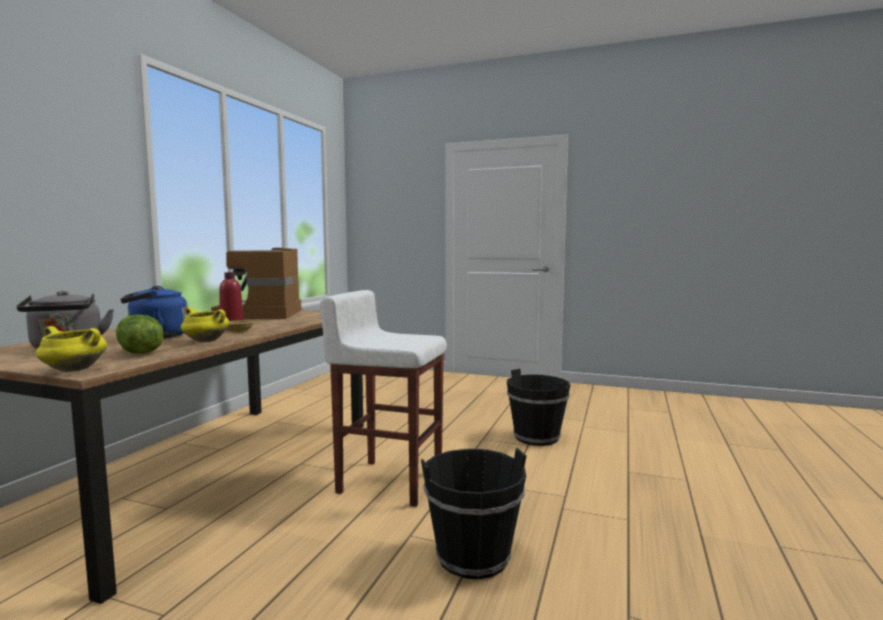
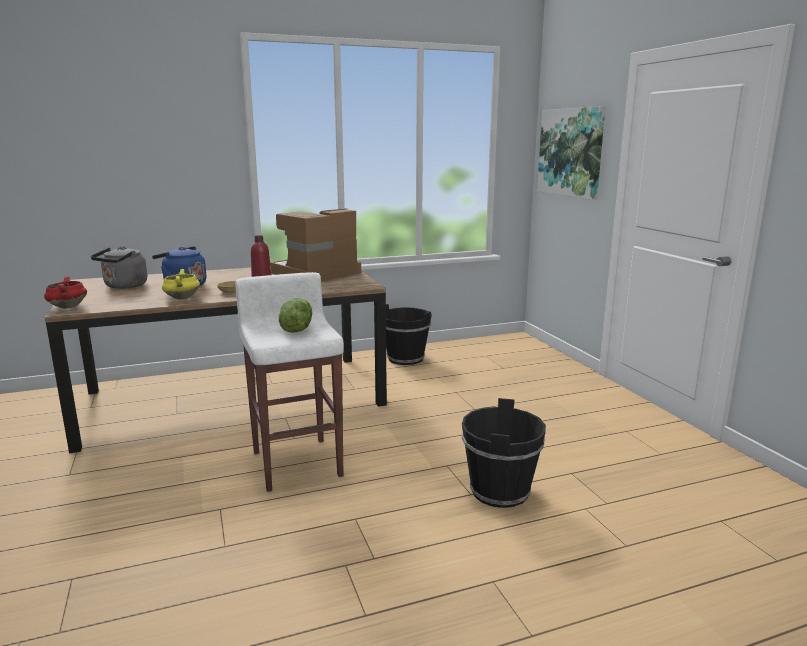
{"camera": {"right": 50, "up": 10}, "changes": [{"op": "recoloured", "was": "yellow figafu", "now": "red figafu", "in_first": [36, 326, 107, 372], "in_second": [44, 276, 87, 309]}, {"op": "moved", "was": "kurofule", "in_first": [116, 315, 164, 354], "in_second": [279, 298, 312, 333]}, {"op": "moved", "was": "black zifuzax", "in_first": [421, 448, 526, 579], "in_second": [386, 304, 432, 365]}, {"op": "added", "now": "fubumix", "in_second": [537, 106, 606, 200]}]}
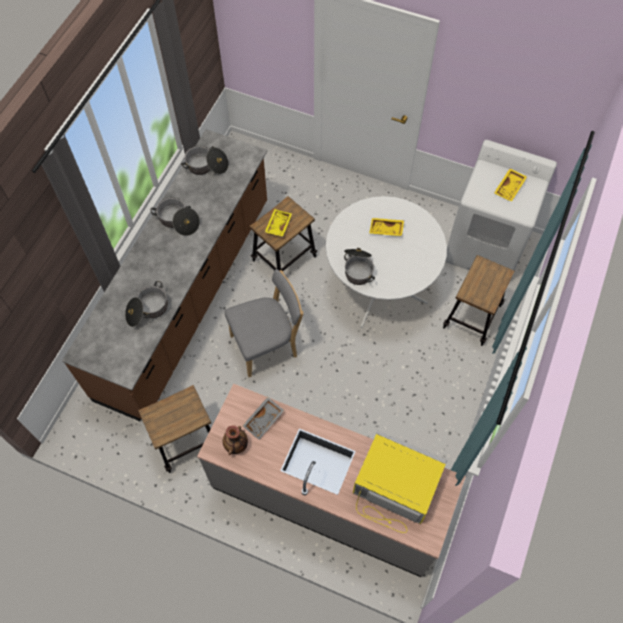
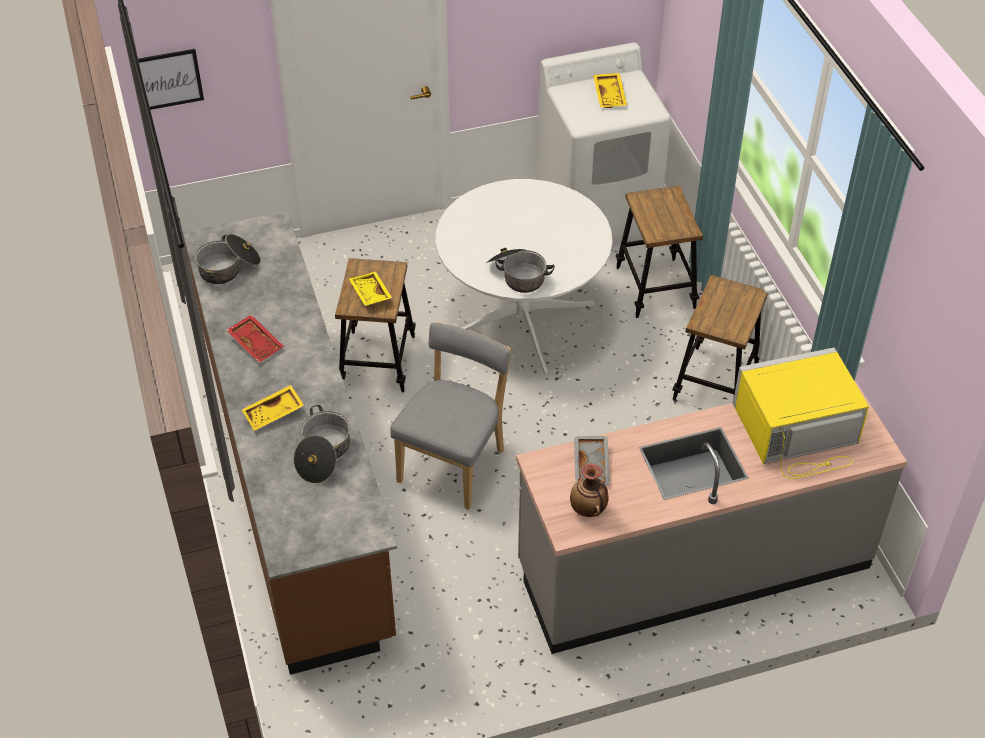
{"camera": {"right": -40, "up": -15}, "changes": [{"op": "moved", "was": "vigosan", "in_first": [138, 385, 211, 473], "in_second": [672, 275, 768, 401]}, {"op": "replaced", "was": "figafu", "now": "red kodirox", "in_first": [150, 197, 200, 236], "in_second": [227, 315, 284, 363]}, {"op": "moved", "was": "yellow kodirox", "in_first": [369, 218, 404, 236], "in_second": [242, 385, 304, 431]}, {"op": "added", "now": "fubumix", "in_second": [138, 49, 204, 110]}]}
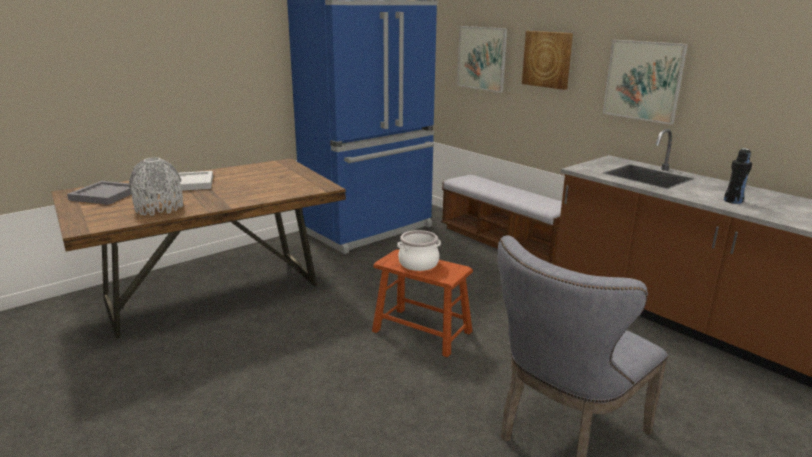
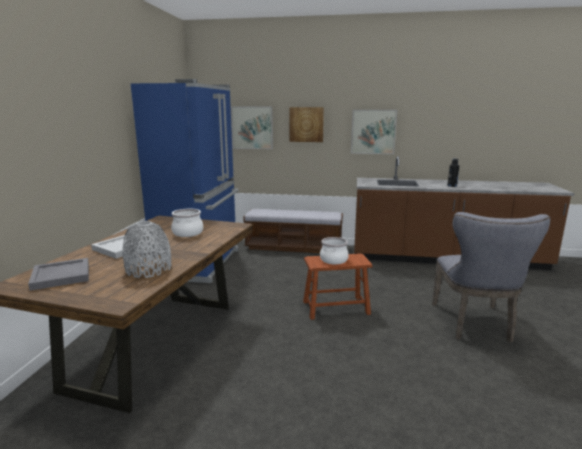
{"camera": {"right": -40, "up": -5}, "changes": [{"op": "added", "now": "figafu", "in_second": [171, 209, 203, 237]}]}
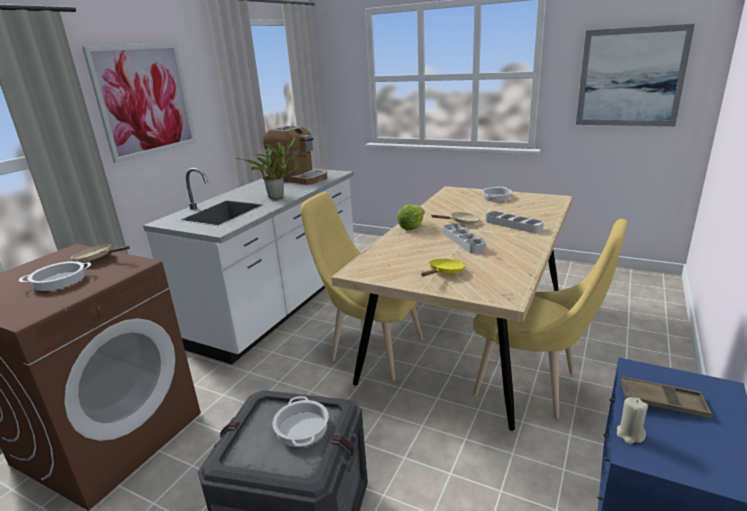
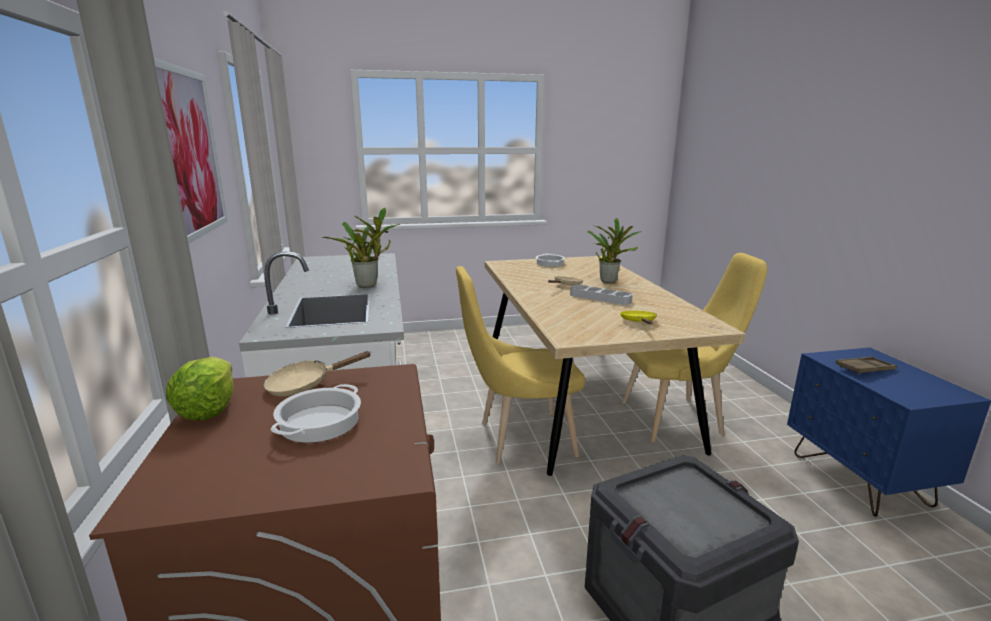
{"camera": {"right": -40, "up": -5}, "changes": [{"op": "removed", "was": "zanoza", "in_first": [263, 126, 327, 185]}, {"op": "removed", "was": "figafu", "in_first": [272, 396, 329, 447]}, {"op": "moved", "was": "kurofule", "in_first": [397, 205, 425, 230], "in_second": [166, 357, 234, 421]}, {"op": "replaced", "was": "grey kodirox", "now": "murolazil", "in_first": [485, 211, 544, 233], "in_second": [587, 218, 642, 283]}, {"op": "removed", "was": "fubumix", "in_first": [576, 24, 695, 126]}, {"op": "removed", "was": "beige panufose", "in_first": [617, 397, 648, 444]}]}
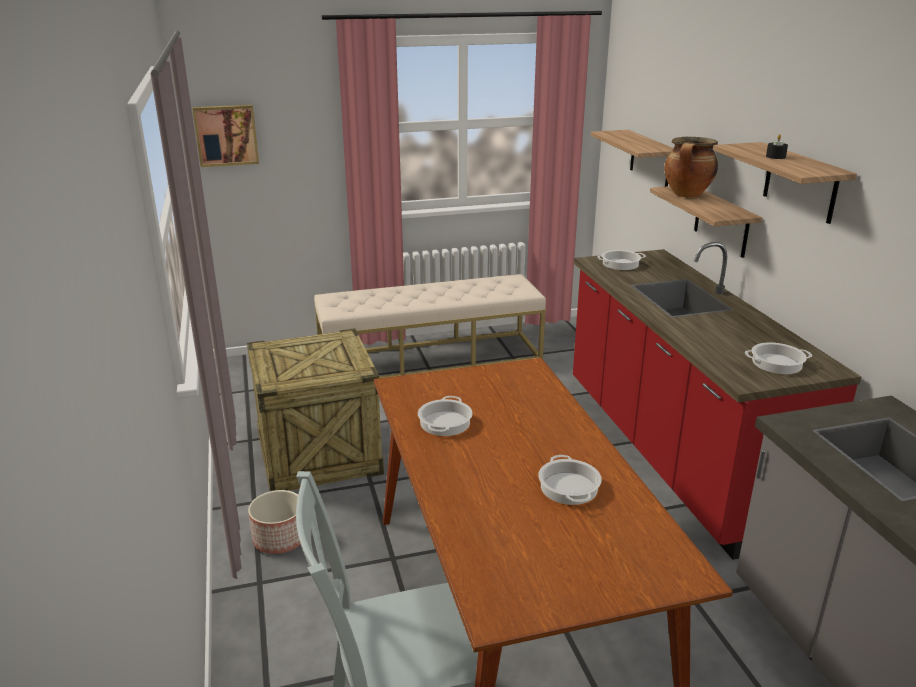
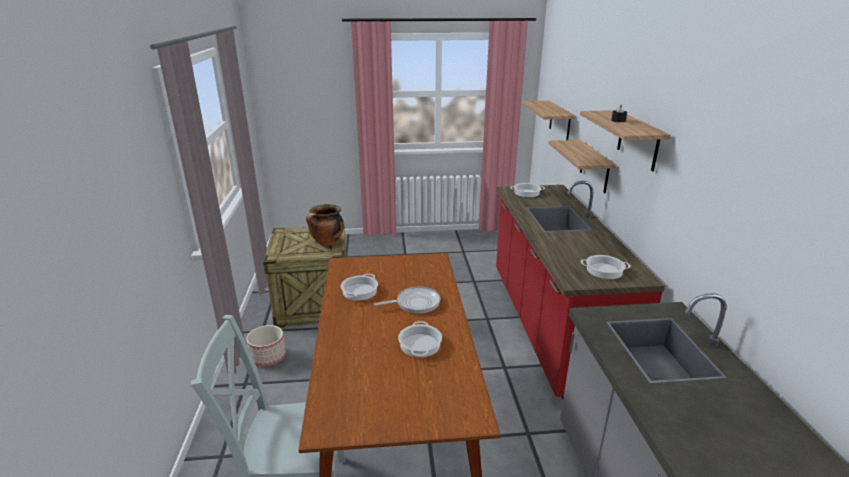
{"camera": {"right": 10, "up": 0}, "changes": [{"op": "removed", "was": "fubumix", "in_first": [192, 105, 259, 167]}, {"op": "removed", "was": "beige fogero", "in_first": [314, 274, 546, 378]}, {"op": "moved", "was": "figafu", "in_first": [664, 137, 718, 198], "in_second": [306, 204, 344, 246]}, {"op": "added", "now": "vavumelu", "in_second": [374, 287, 440, 314]}]}
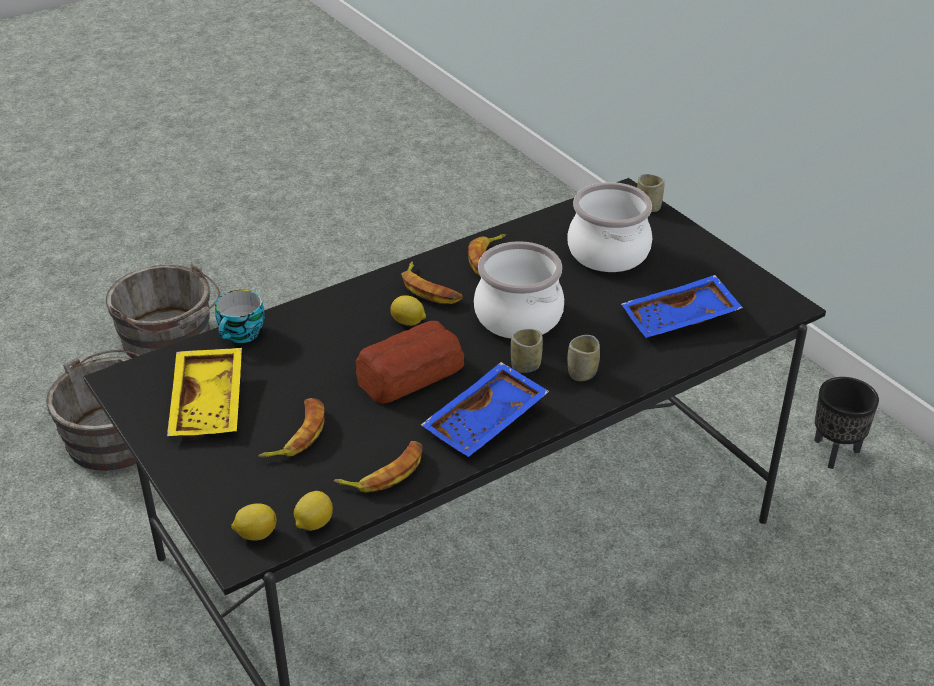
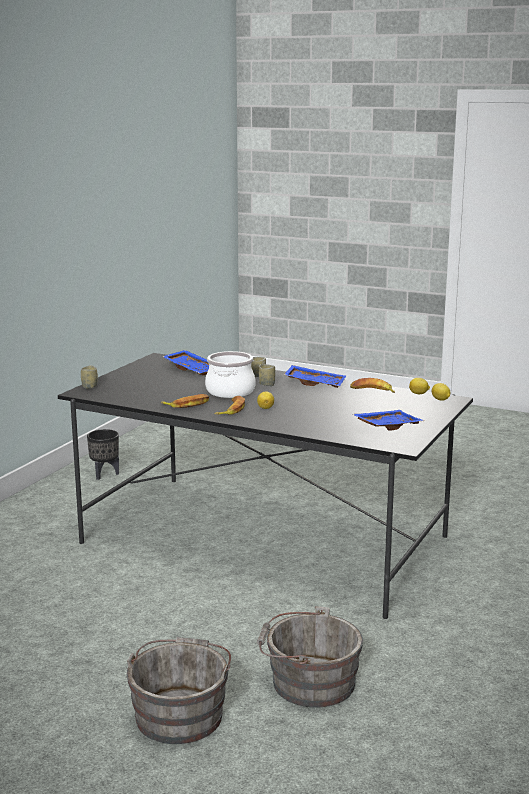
{"camera": {"right": -120, "up": -20}, "changes": [{"op": "recoloured", "was": "yellow kodirox", "now": "blue kodirox", "in_first": [167, 348, 242, 437], "in_second": [353, 410, 424, 431]}, {"op": "removed", "was": "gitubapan", "in_first": [215, 290, 265, 343]}, {"op": "removed", "was": "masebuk", "in_first": [258, 398, 324, 458]}, {"op": "removed", "was": "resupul", "in_first": [355, 321, 464, 404]}, {"op": "removed", "was": "figafu", "in_first": [567, 182, 652, 272]}]}
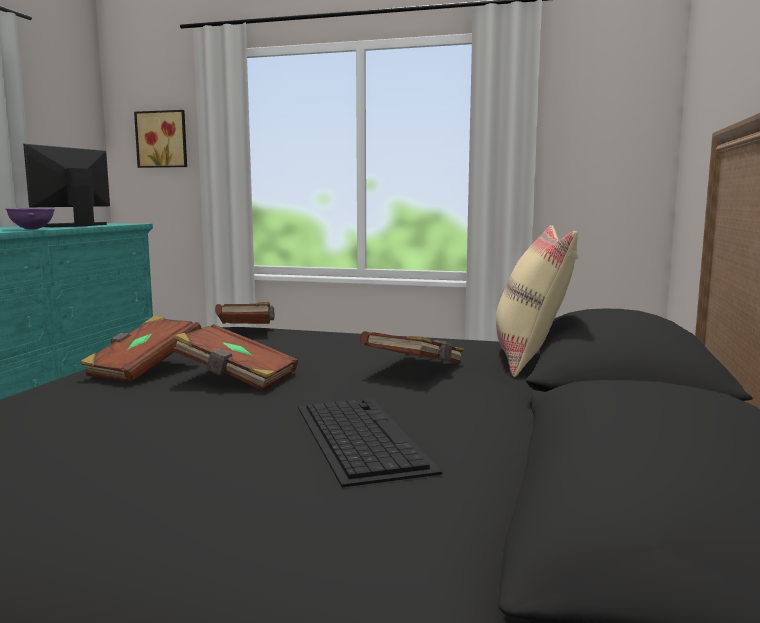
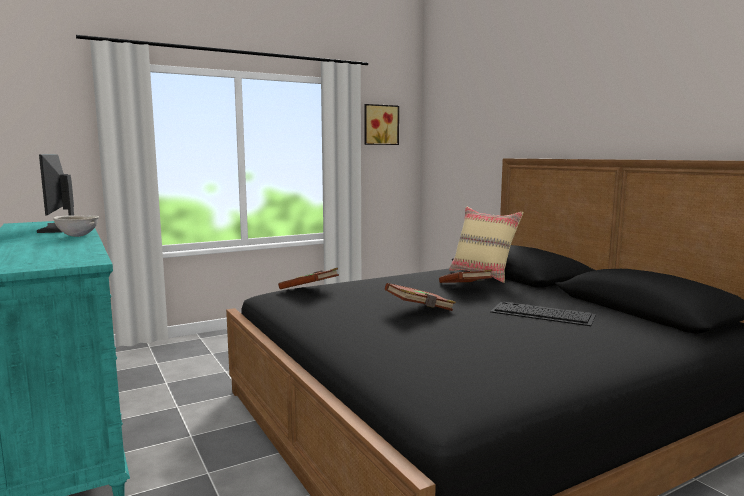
{"camera": {"right": -45, "up": 0}, "changes": [{"op": "recoloured", "was": "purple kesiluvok", "now": "grey kesiluvok", "in_first": [6, 208, 55, 229], "in_second": [53, 215, 99, 237]}, {"op": "removed", "was": "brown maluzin", "in_first": [80, 316, 201, 382]}, {"op": "moved", "was": "fubumix", "in_first": [134, 110, 187, 168], "in_second": [364, 104, 399, 145]}]}
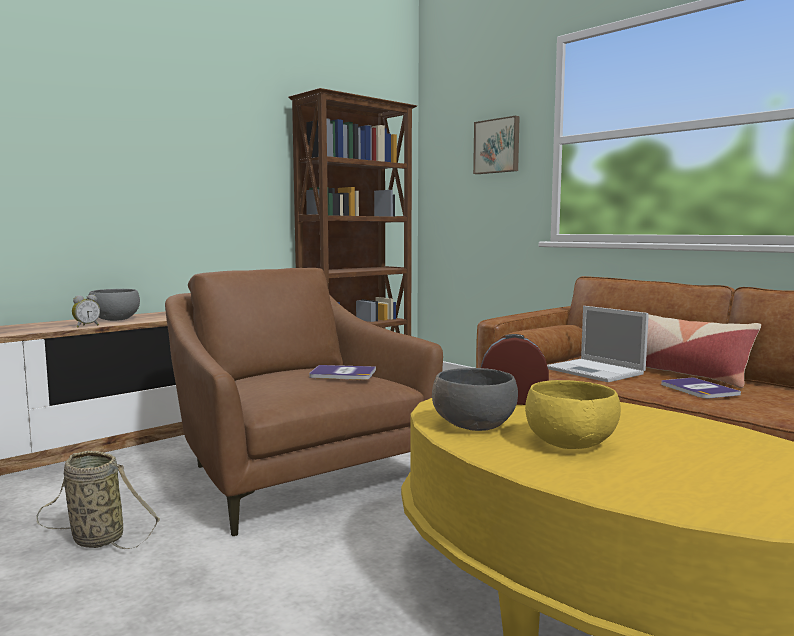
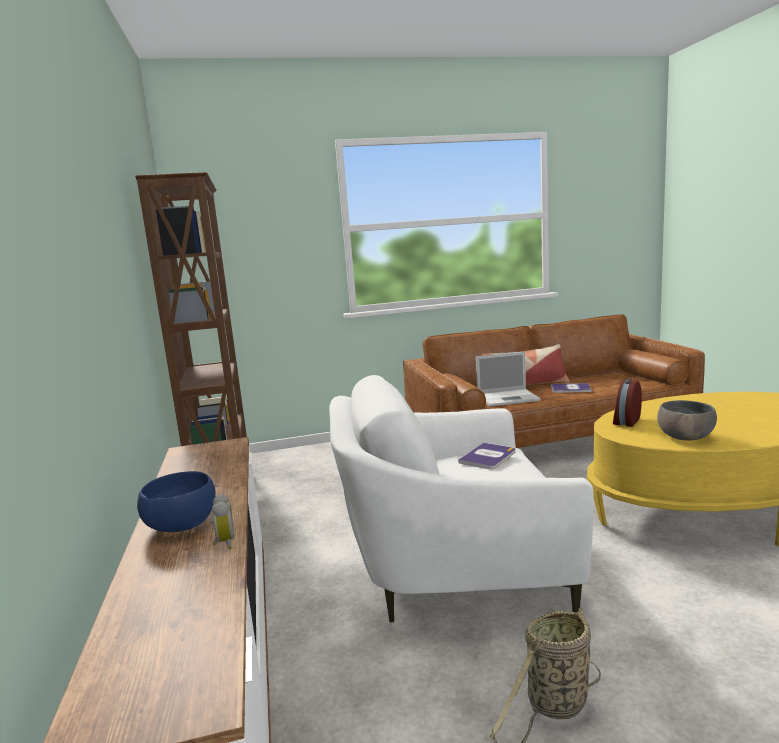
{"camera": {"right": -60, "up": 5}, "changes": [{"op": "recoloured", "was": "grey kesiluvok", "now": "blue kesiluvok", "in_first": [89, 289, 140, 321], "in_second": [137, 471, 216, 532]}, {"op": "recoloured", "was": "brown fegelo", "now": "white fegelo", "in_first": [165, 268, 443, 536], "in_second": [329, 375, 594, 622]}, {"op": "removed", "was": "fubumix", "in_first": [473, 116, 520, 174]}, {"op": "removed", "was": "yellow kesiluvok", "in_first": [525, 380, 621, 449]}]}
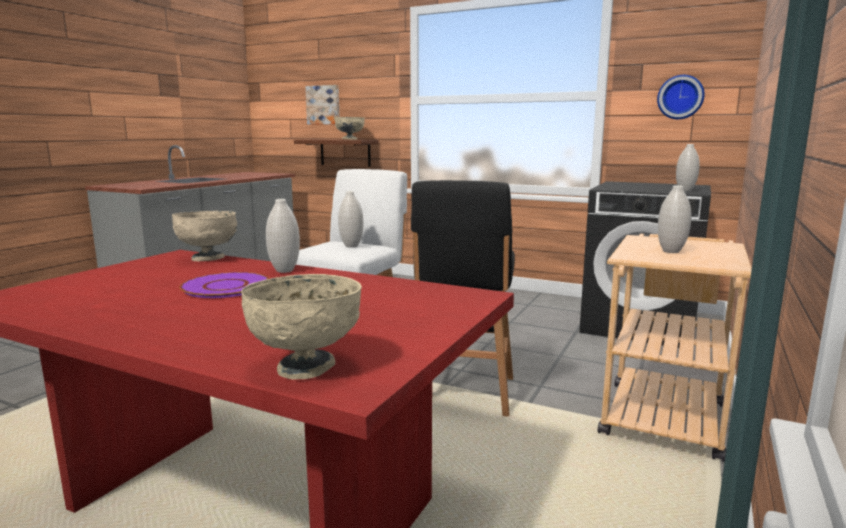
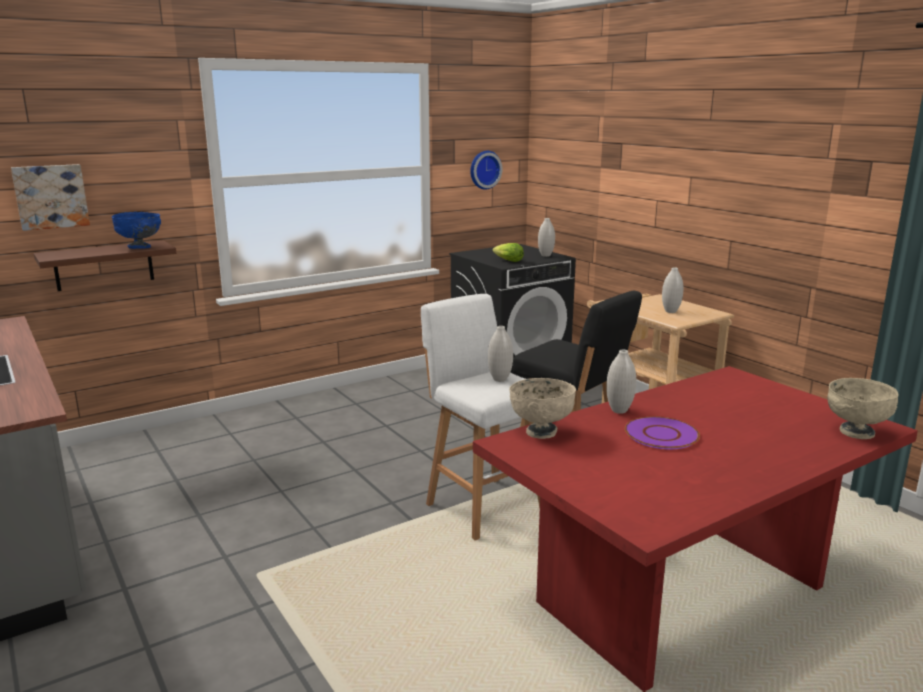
{"camera": {"right": -60, "up": 5}, "changes": [{"op": "recoloured", "was": "beige kesiluvok", "now": "blue kesiluvok", "in_first": [334, 117, 365, 140], "in_second": [112, 212, 161, 249]}, {"op": "added", "now": "kurofule", "in_second": [493, 243, 524, 262]}]}
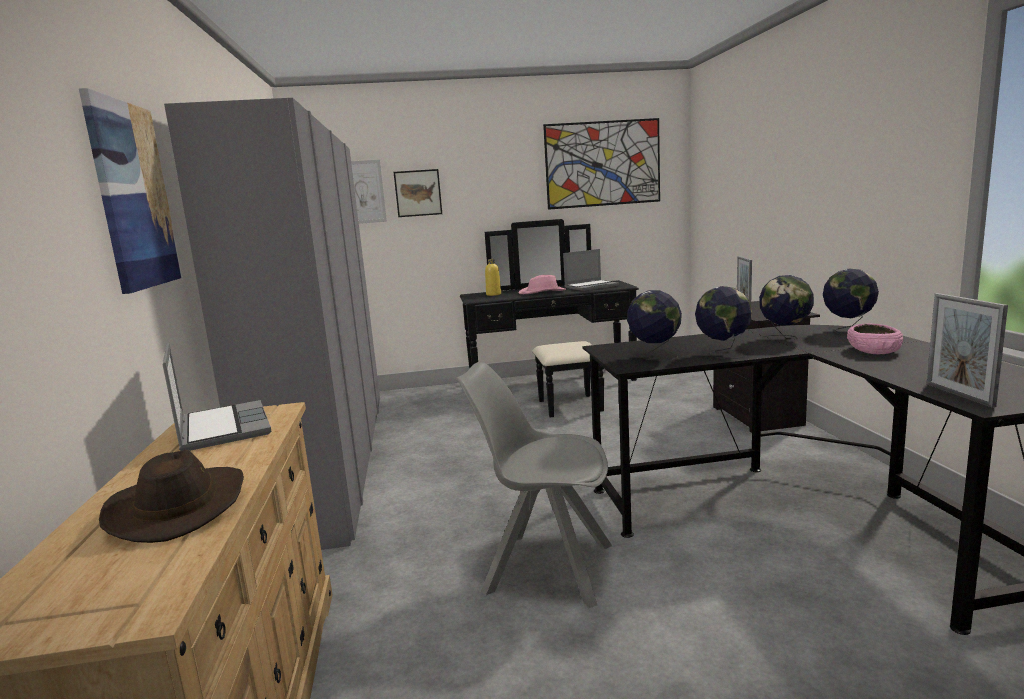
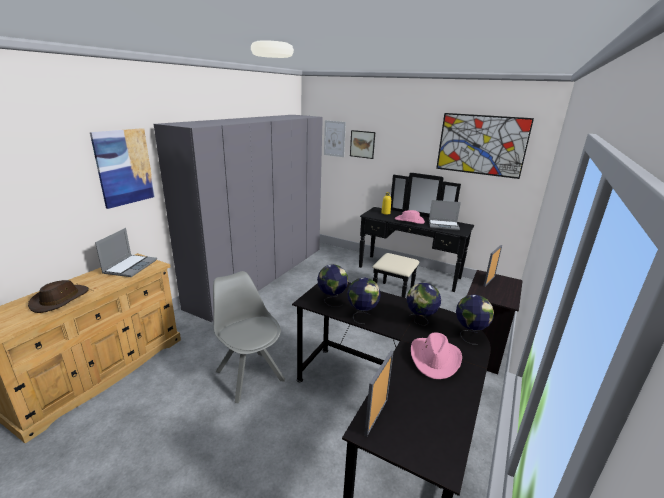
{"camera": {"right": 35, "up": 10}, "changes": [{"op": "replaced", "was": "pink kesiluvok", "now": "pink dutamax", "in_first": [847, 323, 903, 354], "in_second": [411, 332, 462, 379]}]}
